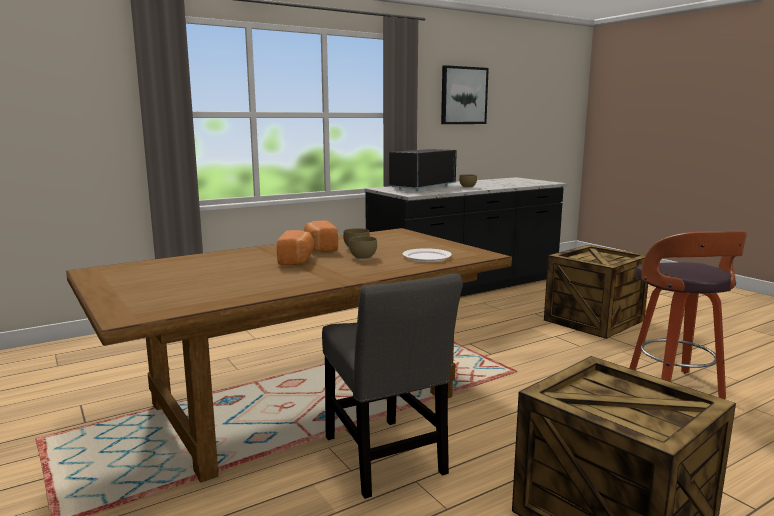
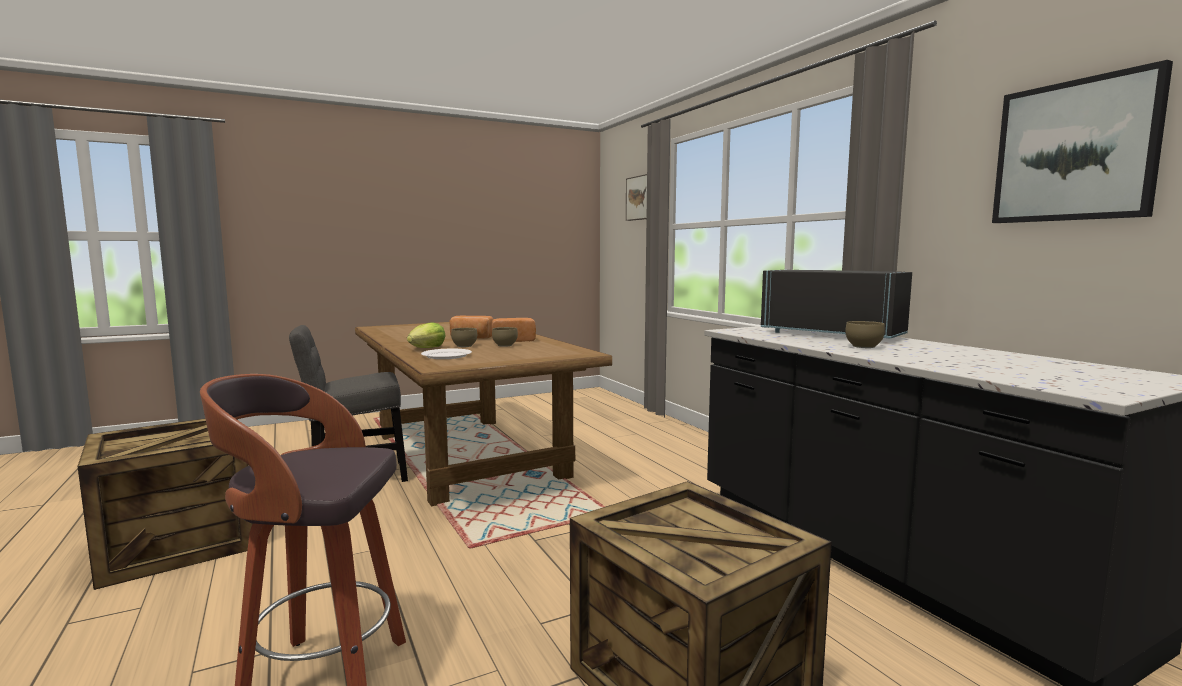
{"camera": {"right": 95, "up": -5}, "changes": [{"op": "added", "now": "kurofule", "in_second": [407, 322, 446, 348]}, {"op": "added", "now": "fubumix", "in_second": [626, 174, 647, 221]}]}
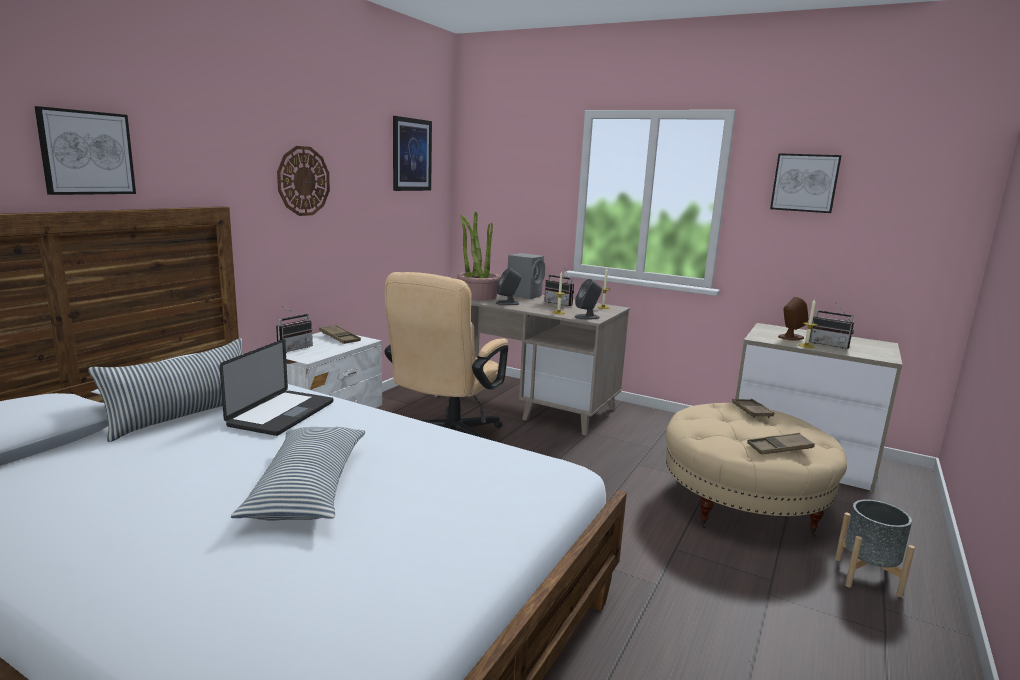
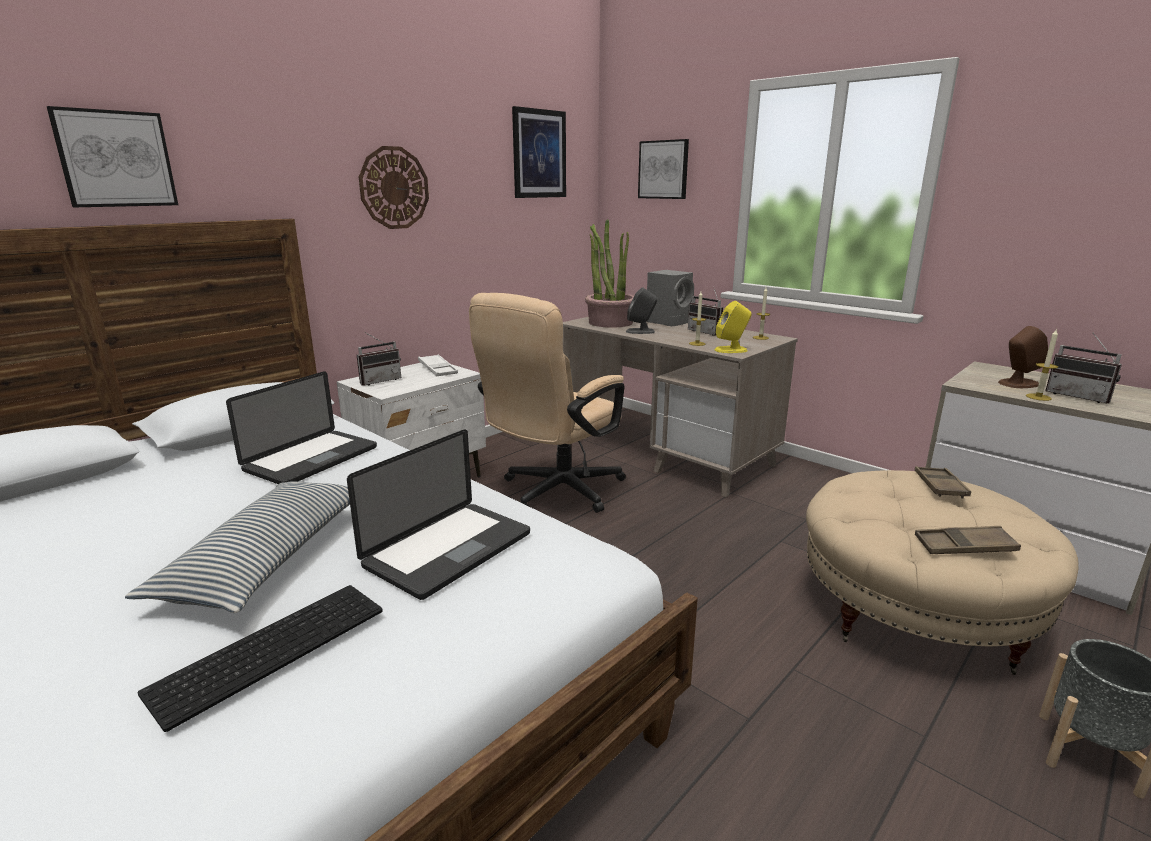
{"camera": {"right": 15, "up": 5}, "changes": [{"op": "removed", "was": "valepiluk", "in_first": [88, 338, 243, 442]}, {"op": "recoloured", "was": "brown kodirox", "now": "white kodirox", "in_first": [319, 325, 361, 344], "in_second": [418, 354, 458, 376]}, {"op": "recoloured", "was": "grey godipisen", "now": "yellow godipisen", "in_first": [575, 279, 602, 320], "in_second": [715, 301, 752, 353]}, {"op": "moved", "was": "fubumix", "in_first": [770, 153, 842, 213], "in_second": [638, 139, 689, 199]}, {"op": "added", "now": "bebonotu", "in_second": [137, 585, 383, 732]}, {"op": "added", "now": "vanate", "in_second": [347, 429, 530, 600]}]}
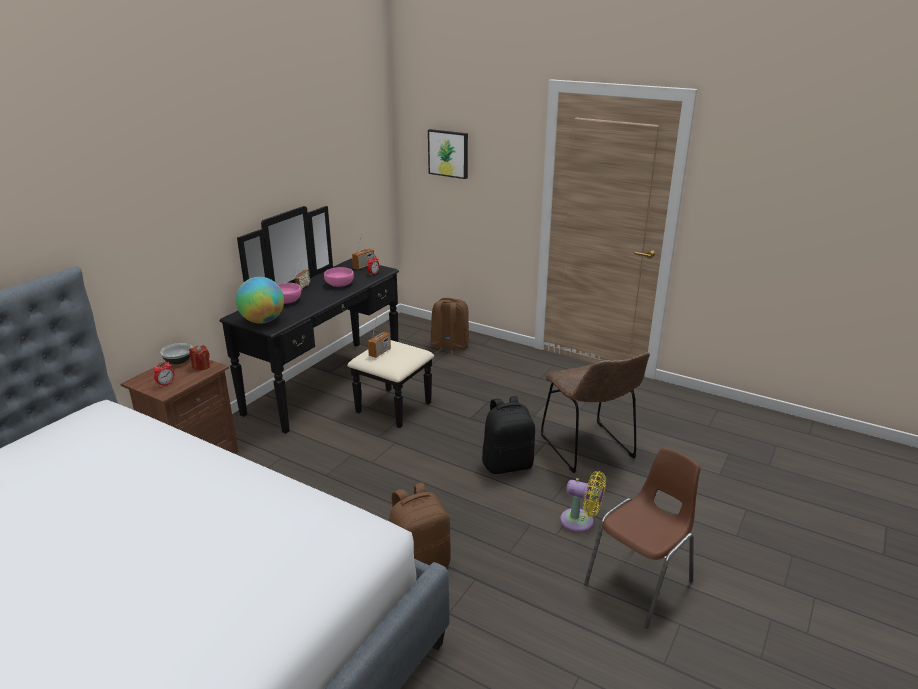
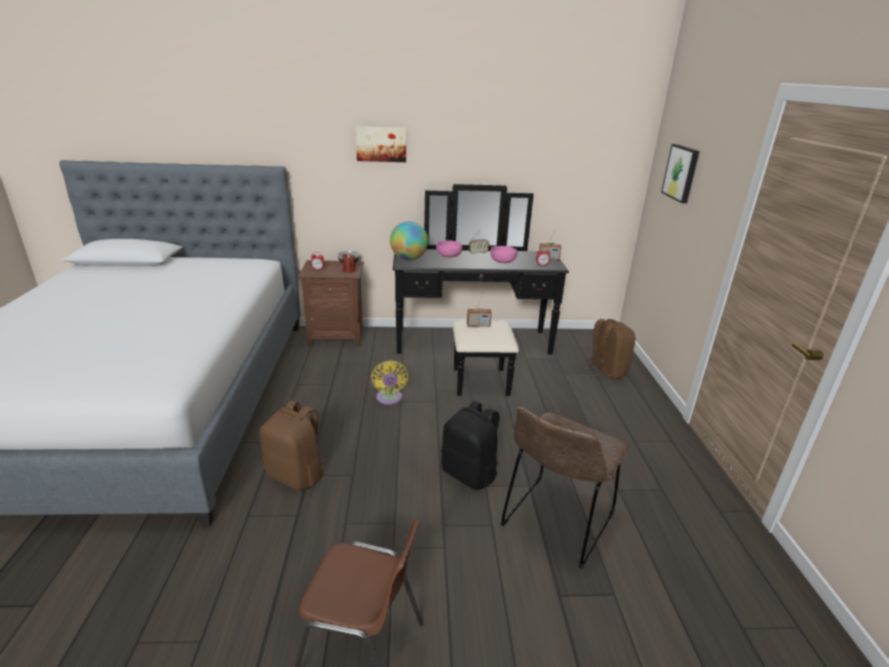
{"camera": {"right": 55, "up": 0}, "changes": [{"op": "moved", "was": "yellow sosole", "in_first": [560, 471, 606, 532], "in_second": [371, 360, 408, 405]}, {"op": "added", "now": "fubumix", "in_second": [356, 126, 406, 162]}]}
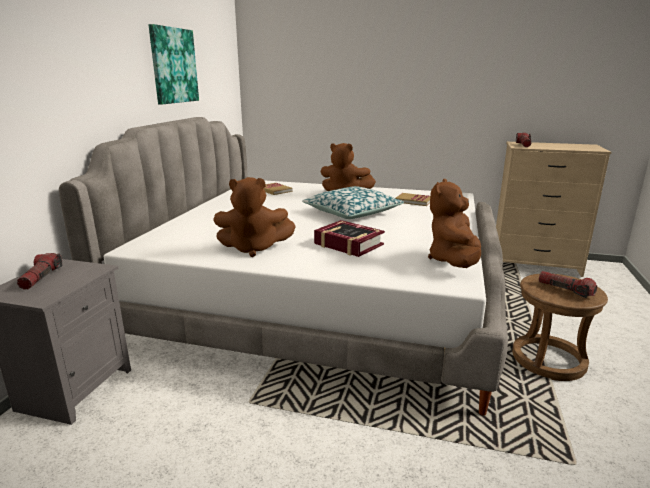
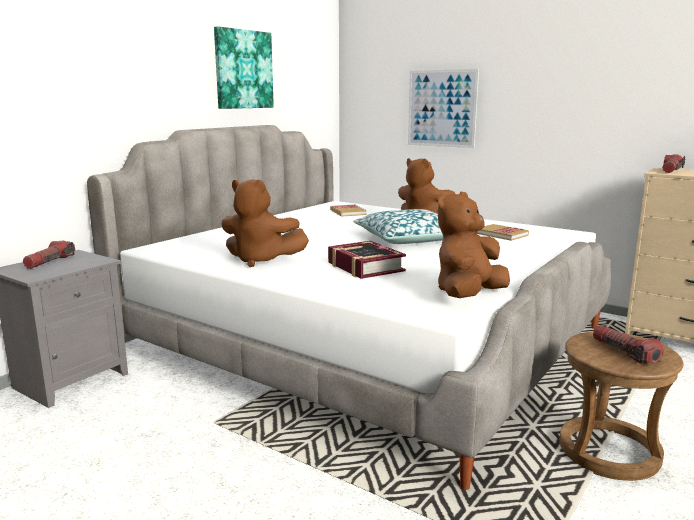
{"camera": {"right": 20, "up": -5}, "changes": [{"op": "added", "now": "fubumix", "in_second": [408, 69, 479, 148]}]}
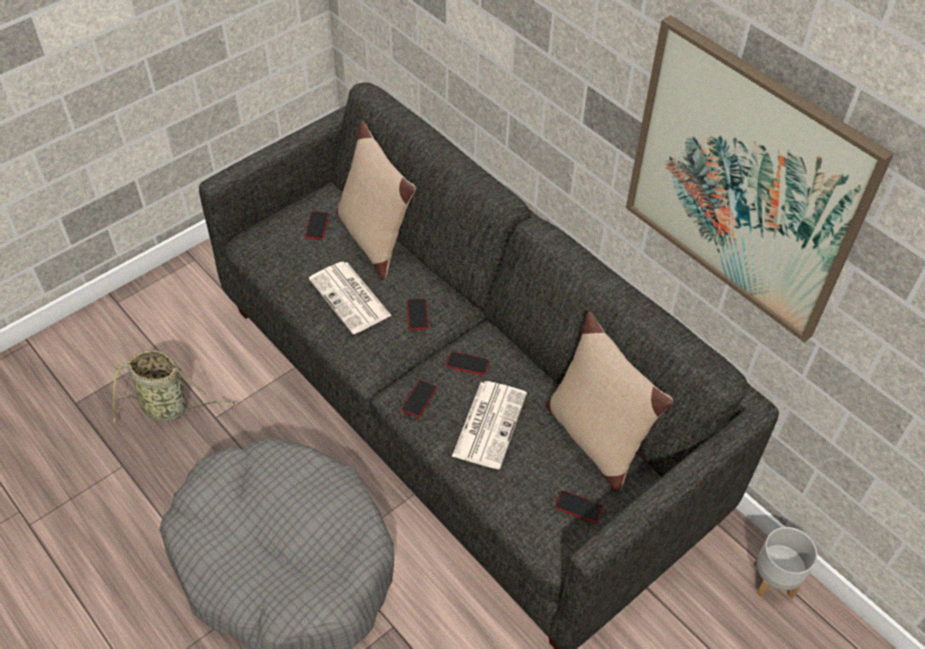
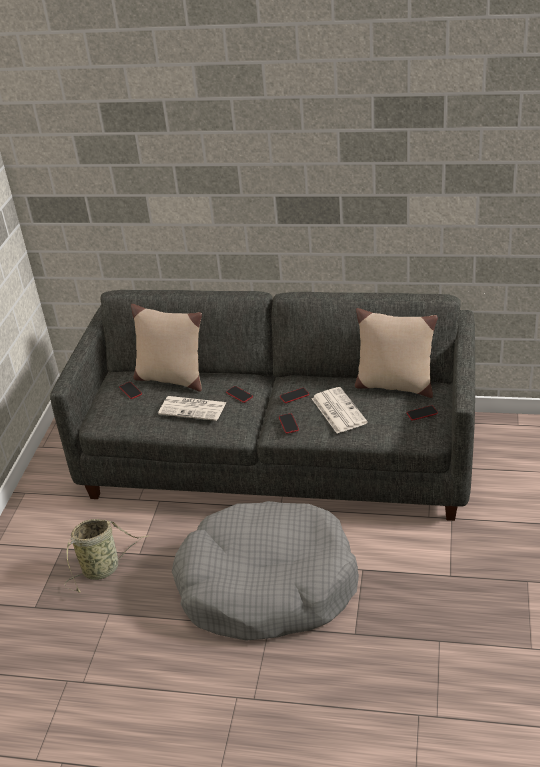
{"camera": {"right": -35, "up": -15}, "changes": [{"op": "removed", "was": "fubumix", "in_first": [626, 15, 894, 343]}, {"op": "removed", "was": "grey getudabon", "in_first": [754, 527, 817, 599]}]}
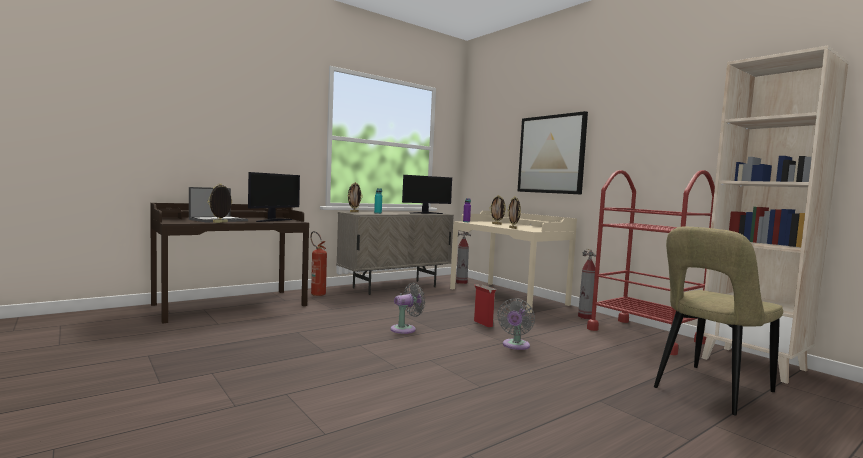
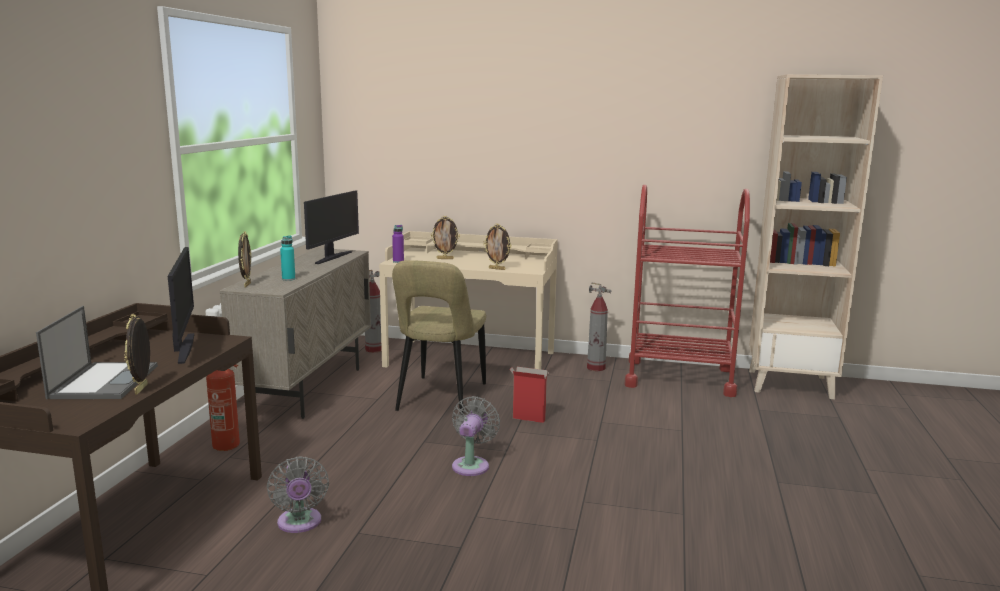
{"camera": {"right": -40, "up": 10}, "changes": [{"op": "moved", "was": "grey sosole", "in_first": [497, 298, 535, 350], "in_second": [267, 456, 329, 533]}, {"op": "removed", "was": "fubumix", "in_first": [518, 111, 588, 195]}, {"op": "moved", "was": "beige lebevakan", "in_first": [654, 227, 783, 416], "in_second": [392, 260, 486, 415]}]}
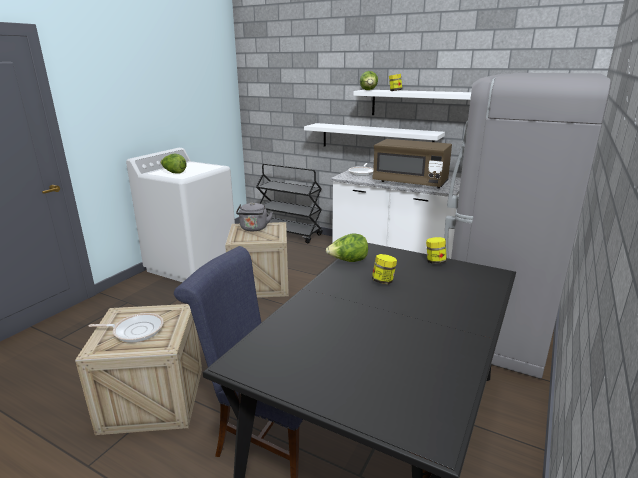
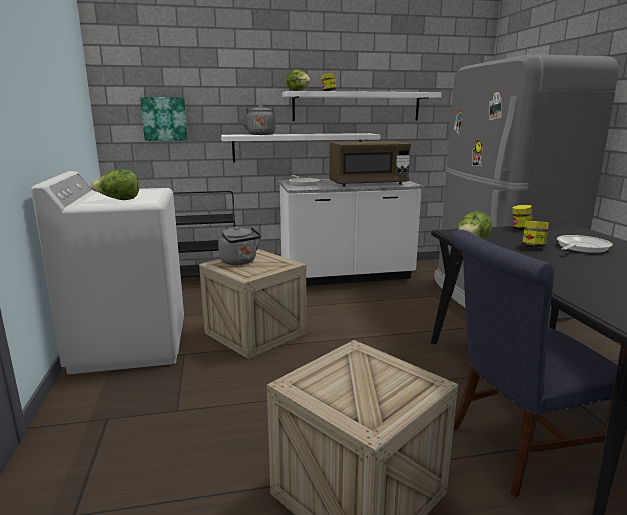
{"camera": {"right": -40, "up": -5}, "changes": [{"op": "moved", "was": "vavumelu", "in_first": [89, 313, 163, 343], "in_second": [557, 235, 612, 253]}, {"op": "added", "now": "fubumix", "in_second": [140, 97, 188, 141]}, {"op": "added", "now": "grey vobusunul", "in_second": [240, 105, 276, 135]}]}
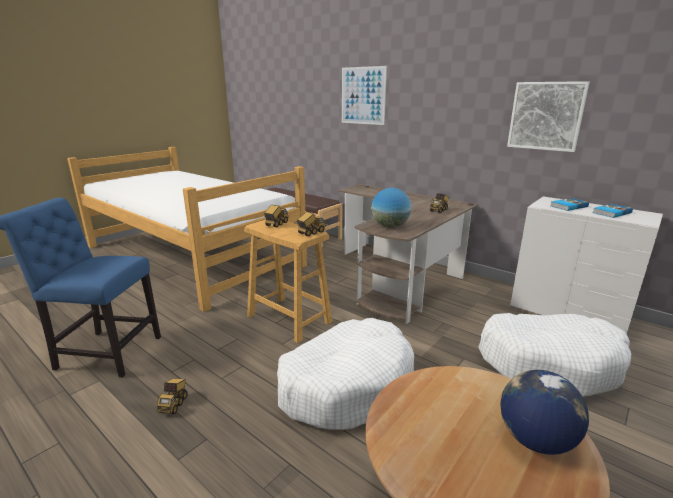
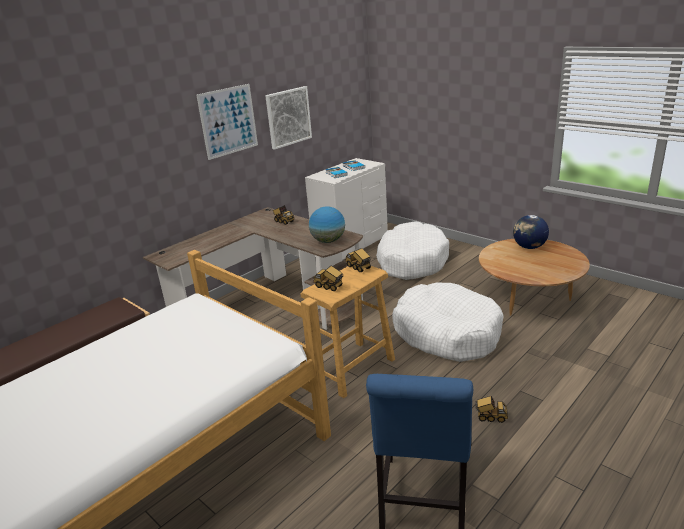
{"camera": {"right": -85, "up": 5}, "changes": [{"op": "moved", "was": "fubumix", "in_first": [342, 66, 387, 125], "in_second": [197, 84, 258, 160]}]}
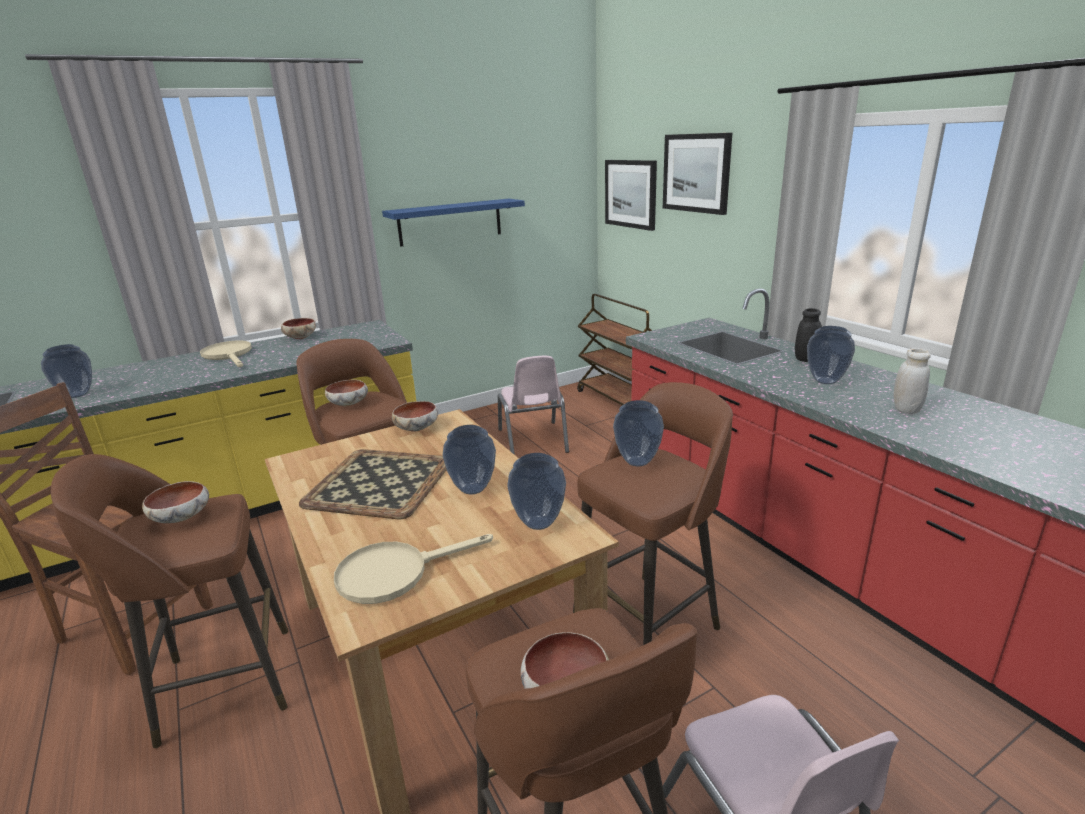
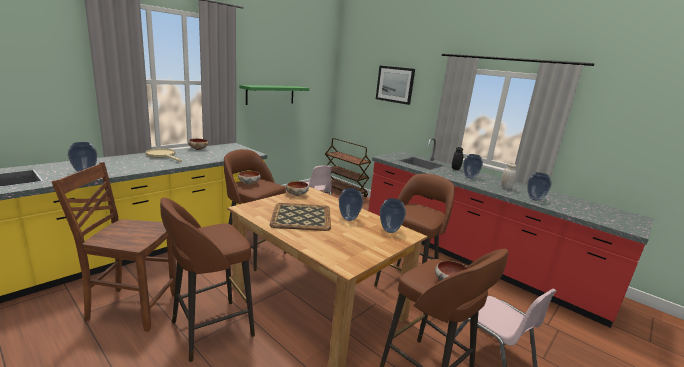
{"camera": {"right": -20, "up": -5}, "changes": [{"op": "removed", "was": "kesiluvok", "in_first": [142, 481, 209, 523]}, {"op": "removed", "was": "beige vavumelu", "in_first": [334, 534, 493, 604]}, {"op": "recoloured", "was": "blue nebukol", "now": "green nebukol", "in_first": [382, 199, 525, 247], "in_second": [240, 85, 309, 105]}, {"op": "removed", "was": "fubumix", "in_first": [605, 160, 657, 231]}, {"op": "moved", "was": "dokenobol", "in_first": [613, 400, 664, 466], "in_second": [527, 172, 552, 201]}]}
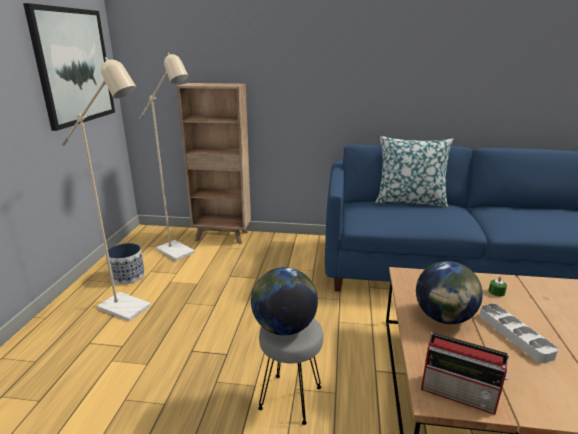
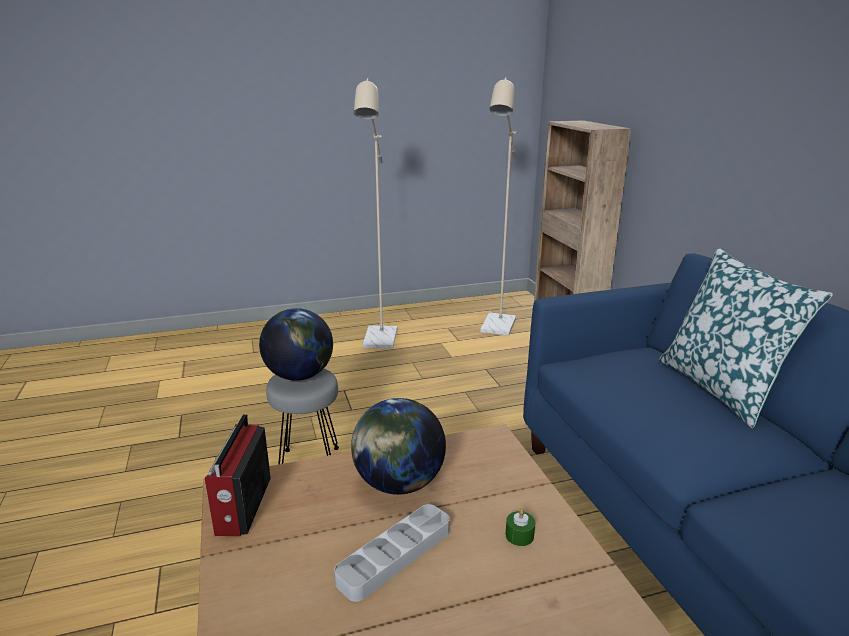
{"camera": {"right": 65, "up": 0}, "changes": [{"op": "removed", "was": "fubumix", "in_first": [23, 3, 115, 131]}, {"op": "removed", "was": "getudabon", "in_first": [106, 243, 145, 285]}]}
